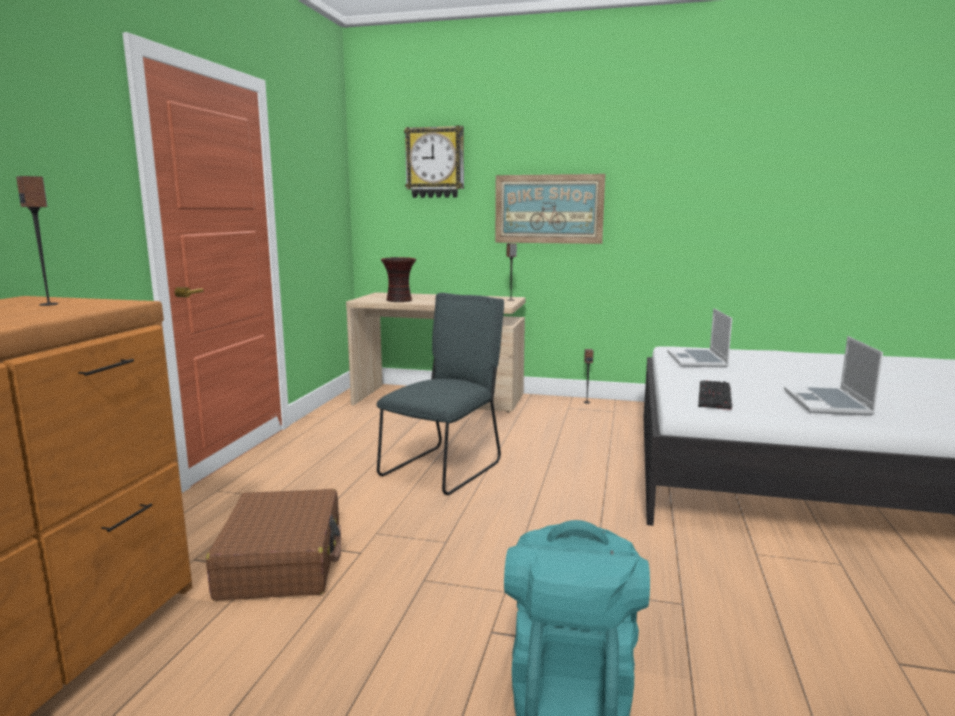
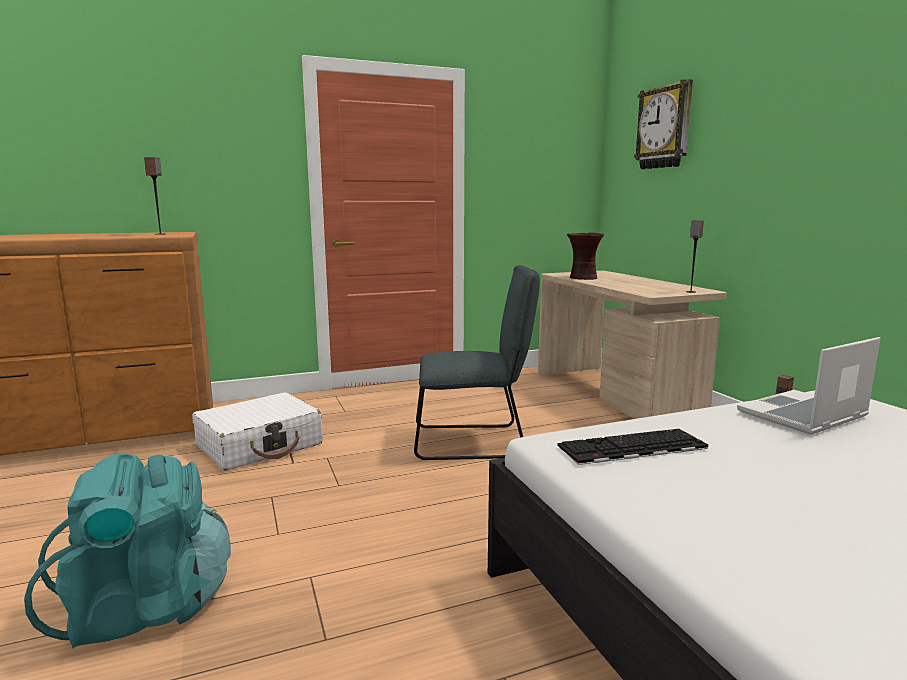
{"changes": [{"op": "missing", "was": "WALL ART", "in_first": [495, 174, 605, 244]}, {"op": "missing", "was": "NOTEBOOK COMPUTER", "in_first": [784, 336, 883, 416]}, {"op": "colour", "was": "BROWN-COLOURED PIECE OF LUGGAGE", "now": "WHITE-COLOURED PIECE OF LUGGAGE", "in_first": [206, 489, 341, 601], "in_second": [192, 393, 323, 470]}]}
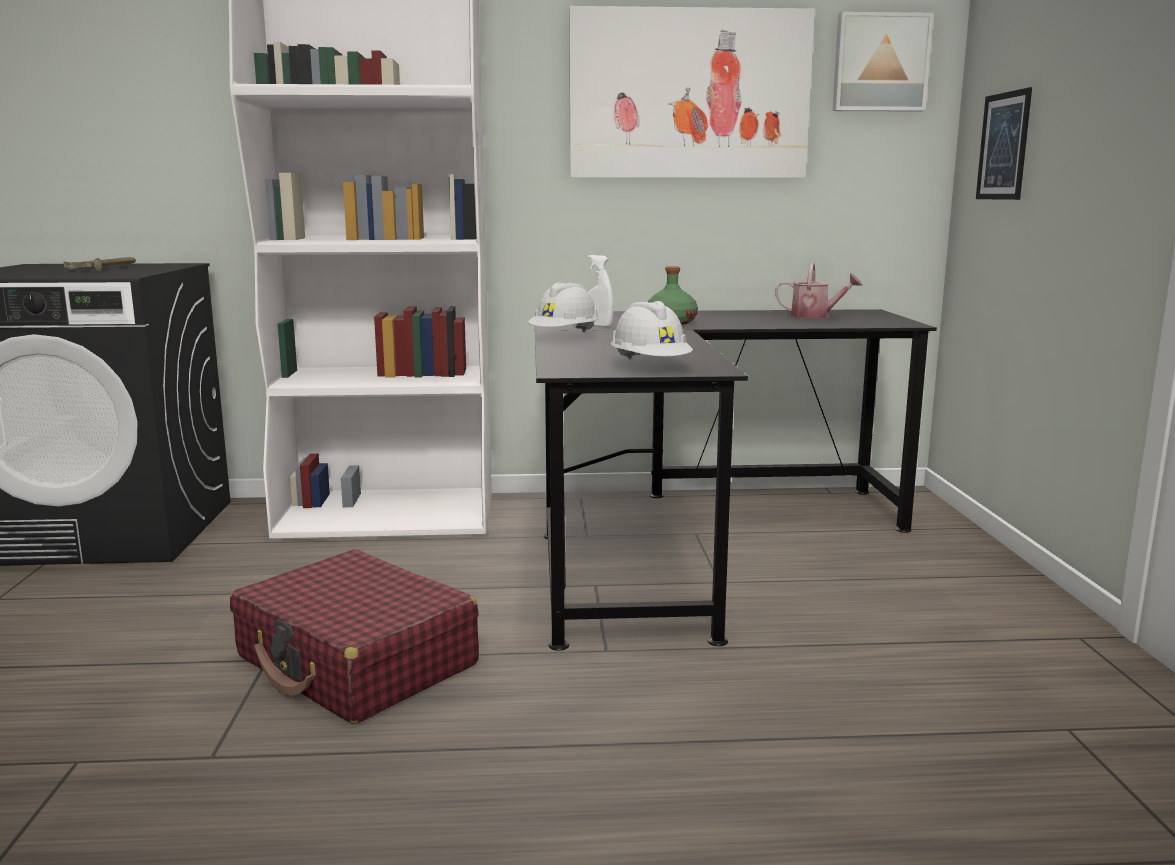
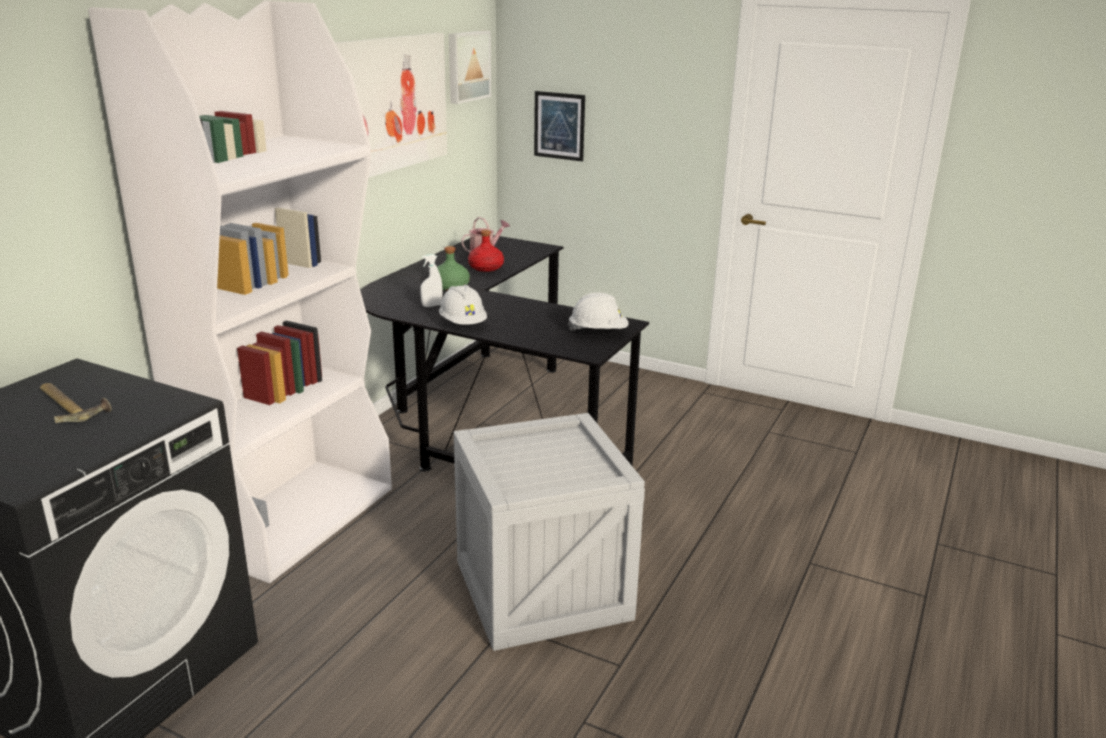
{"changes": [{"op": "appeared", "now": "REDDISH DRINK BOTTLE", "in_second": [468, 230, 504, 272]}, {"op": "exchanged", "was": "REDDISH PIECE OF LUGGAGE", "now": "PACKING CRATE", "in_first": [230, 550, 479, 724], "in_second": [454, 413, 645, 651]}]}
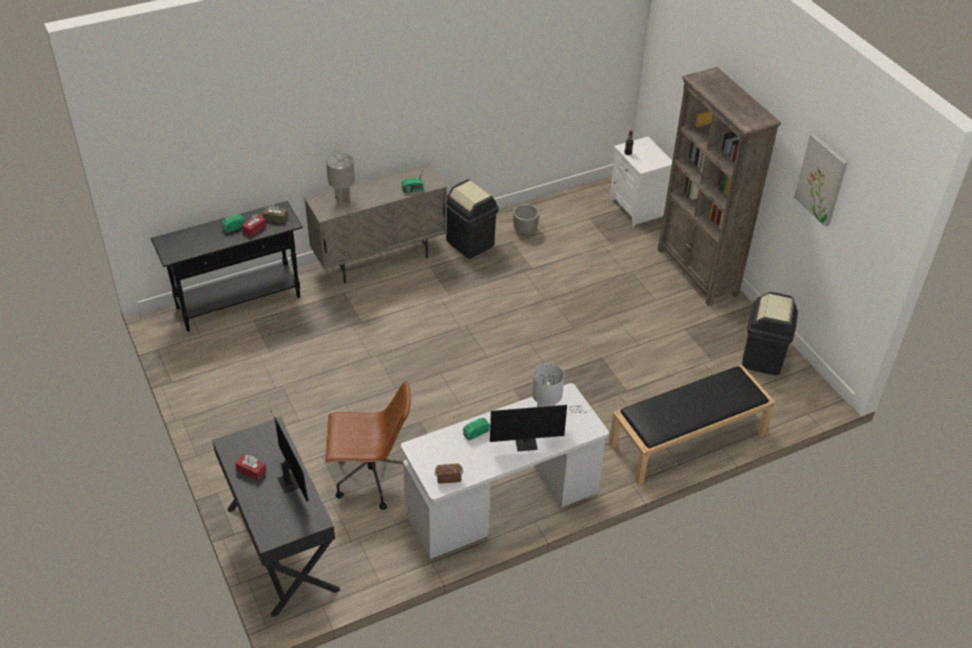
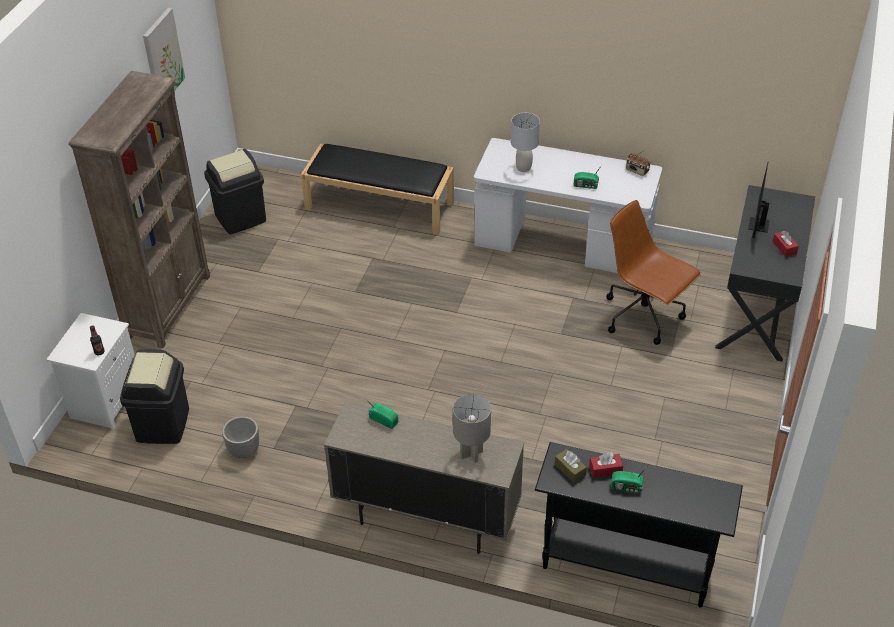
{"changes": [{"op": "missing", "was": "COMPUTER DISPLAY", "in_first": [490, 405, 590, 451]}, {"op": "relocated", "was": "BLACK WASTE BIN", "in_first": [446, 179, 499, 259], "in_second": [120, 349, 189, 444]}]}
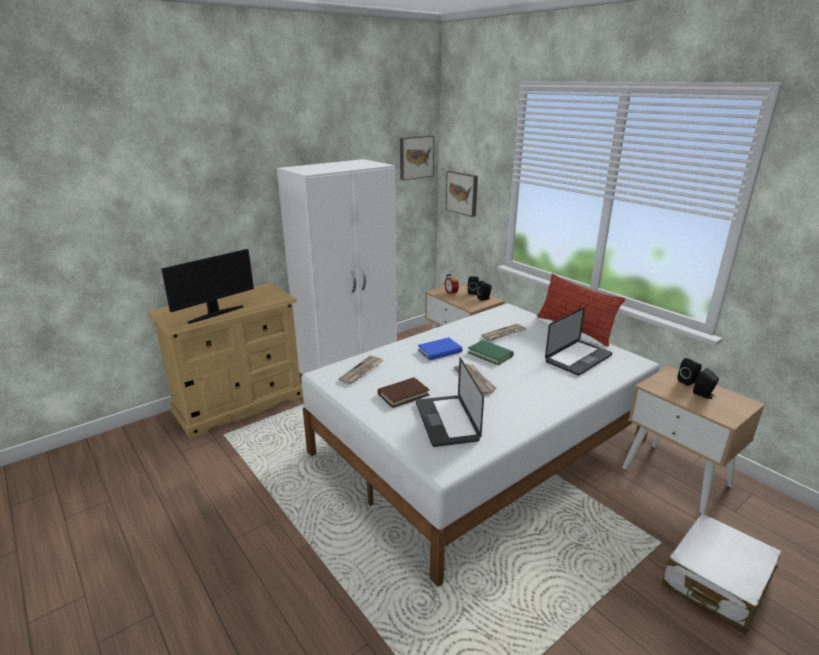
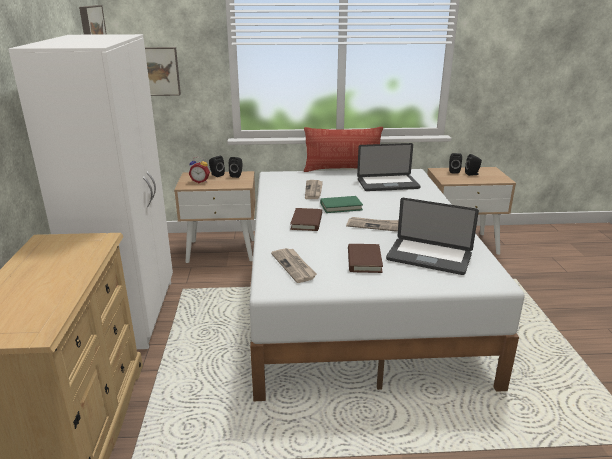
{"changes": [{"op": "missing", "was": "COMPUTER DISPLAY", "in_first": [161, 249, 254, 324]}, {"op": "missing", "was": "WHITE-COLOURED PIECE OF LUGGAGE", "in_first": [662, 513, 782, 634]}, {"op": "colour", "was": "BLUE VOLUME", "now": "BROWN-COLOURED VOLUME", "in_first": [418, 337, 462, 360], "in_second": [290, 208, 322, 231]}, {"op": "spun", "was": "NOTEBOOK COMPUTER", "in_first": [545, 307, 612, 376], "in_second": [357, 143, 420, 191], "clockwise": 90}]}
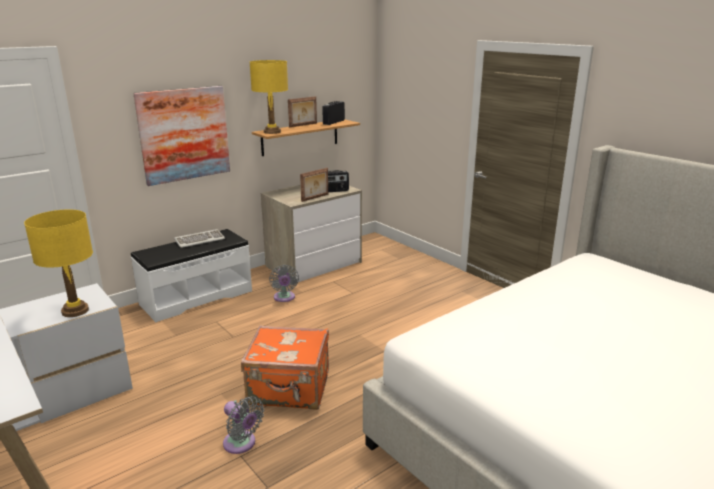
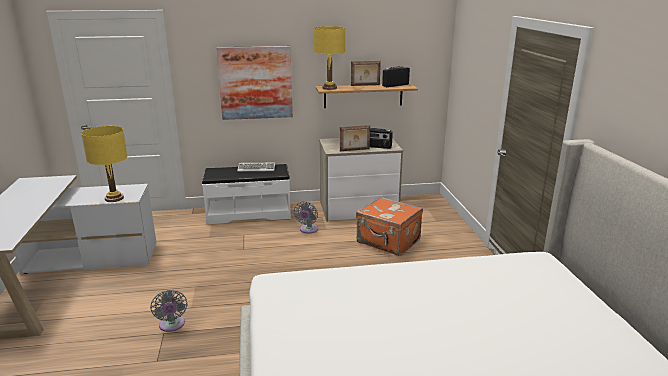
{"changes": [{"op": "relocated", "was": "ORANGE PIECE OF LUGGAGE", "in_first": [241, 325, 329, 410], "in_second": [356, 197, 423, 256]}]}
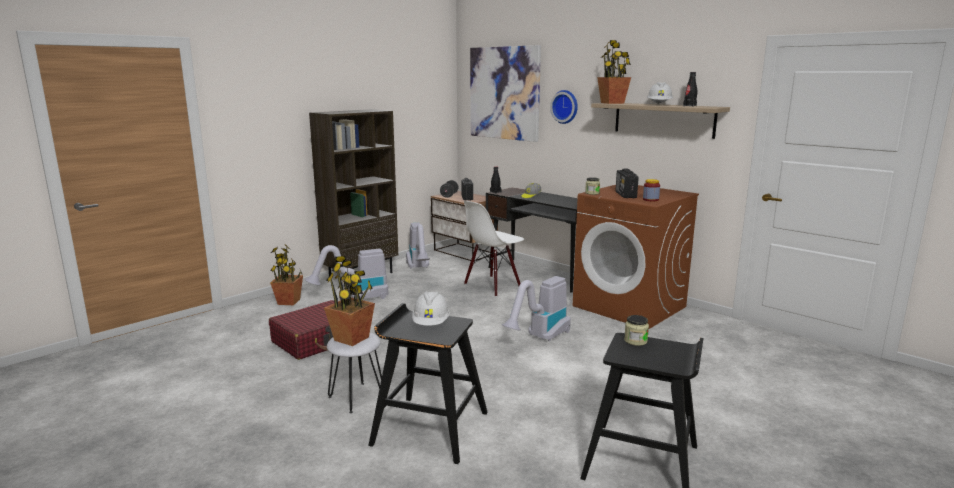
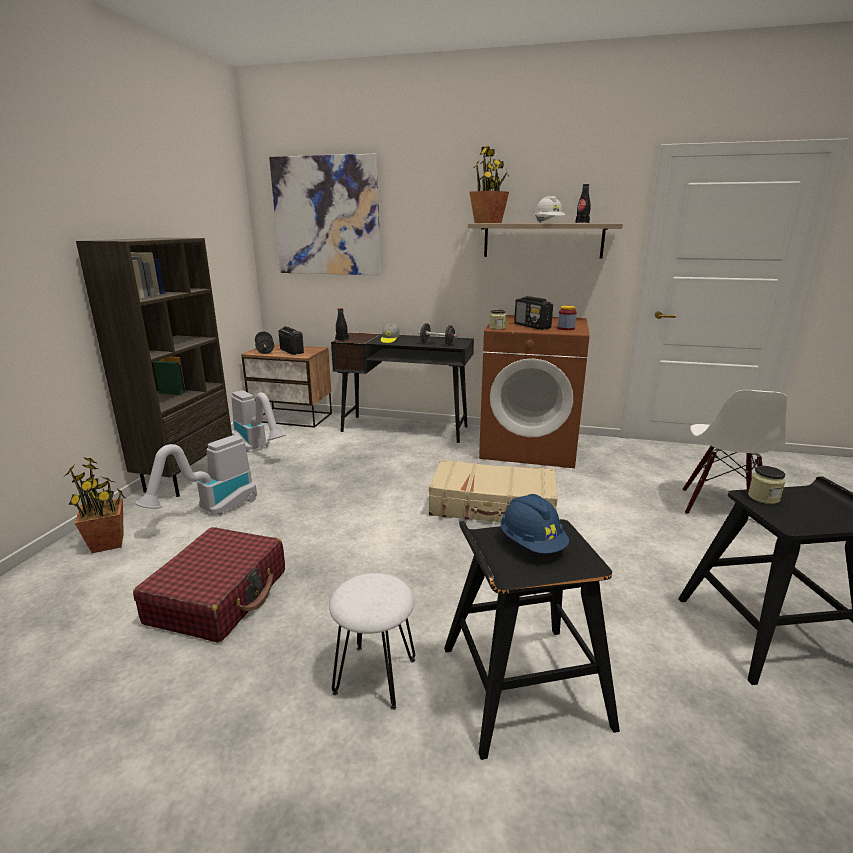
{"changes": [{"op": "missing", "was": "POTTED PLANT", "in_first": [324, 256, 375, 346]}, {"op": "missing", "was": "CLOCK ON THE WALL", "in_first": [550, 90, 578, 124]}, {"op": "appeared", "now": "BLACK FREE WEIGHT", "in_second": [418, 323, 457, 345]}, {"op": "relocated", "was": "WHITE-COLOURED UPRIGHT CHAIR", "in_first": [464, 201, 524, 297], "in_second": [682, 390, 787, 514]}, {"op": "exchanged", "was": "VACUUM", "now": "BEIGE-COLOURED PIECE OF LUGGAGE", "in_first": [502, 276, 571, 341], "in_second": [429, 460, 558, 522]}, {"op": "colour", "was": "WHITE-COLOURED WORK HELMET", "now": "BLUE WORK HELMET", "in_first": [412, 292, 450, 326], "in_second": [501, 494, 569, 554]}]}
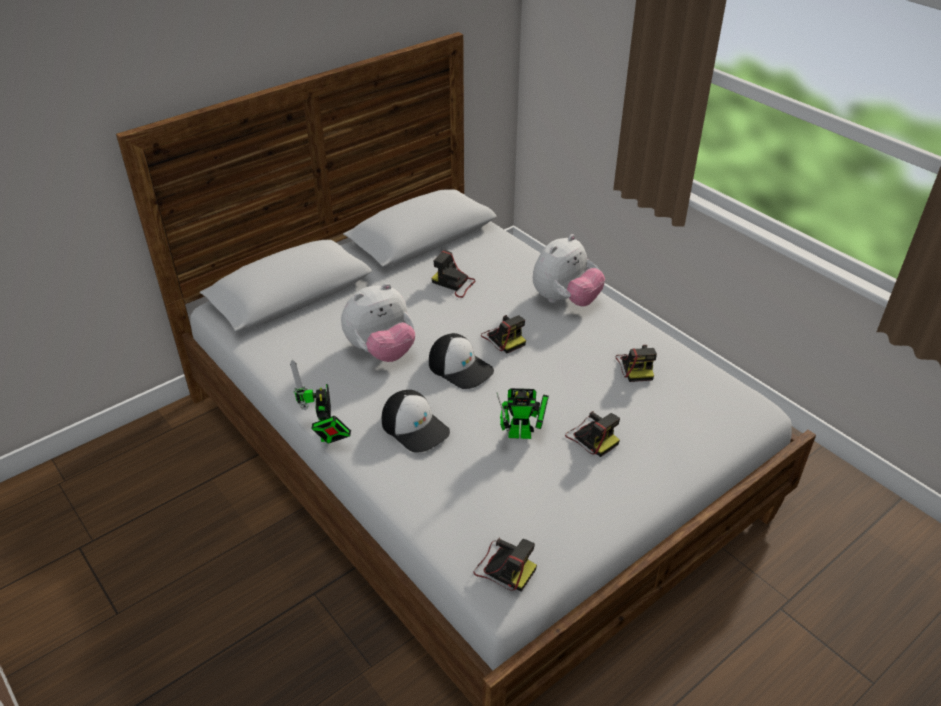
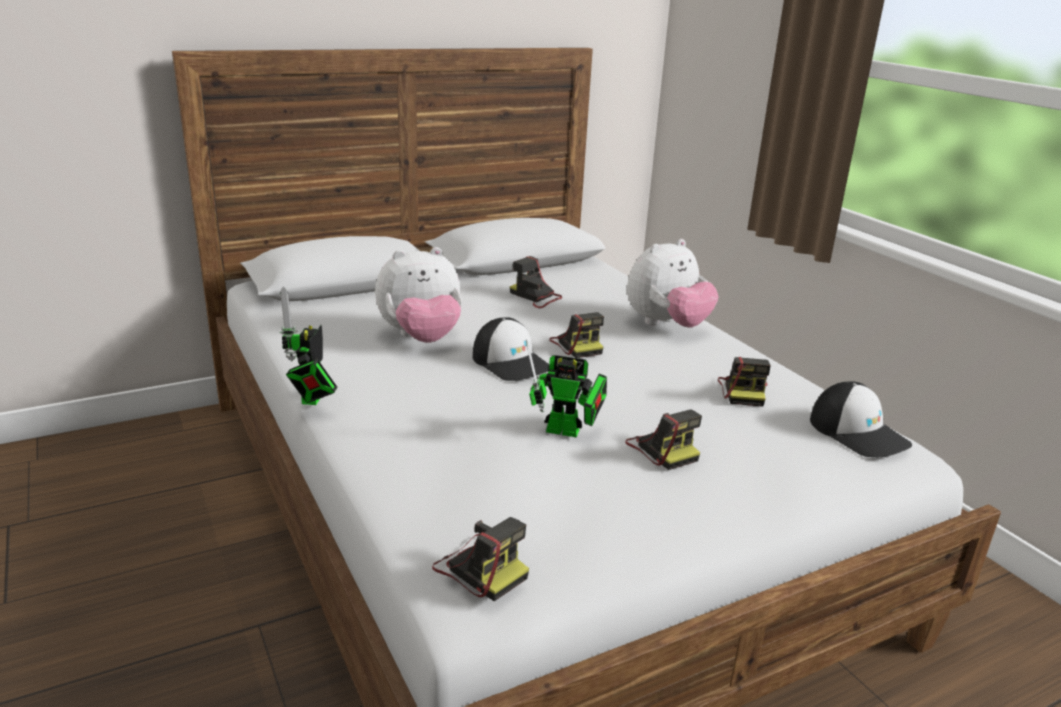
{"changes": [{"op": "relocated", "was": "PEAKED CAP", "in_first": [382, 390, 450, 452], "in_second": [810, 381, 912, 457]}]}
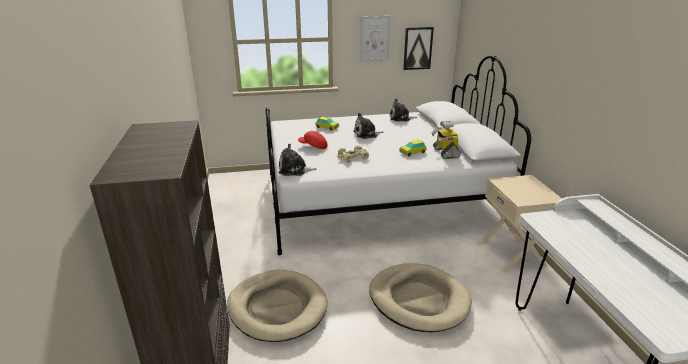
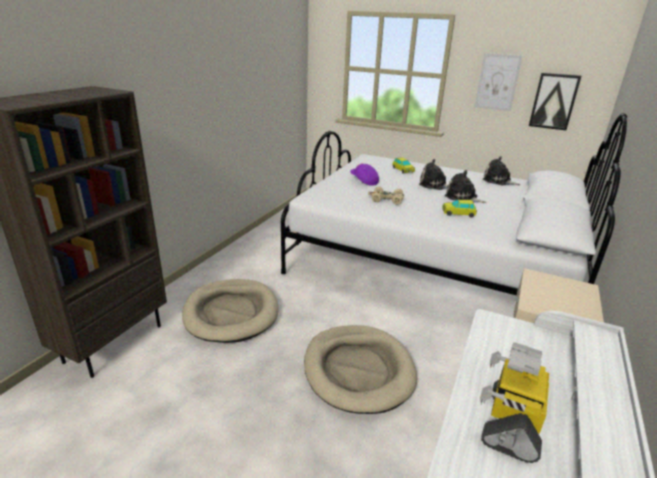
{"changes": [{"op": "relocated", "was": "CUDDLY TOY", "in_first": [279, 144, 317, 176], "in_second": [445, 170, 486, 203]}, {"op": "relocated", "was": "MODEL ROBOT", "in_first": [432, 121, 461, 159], "in_second": [480, 342, 549, 463]}, {"op": "colour", "was": "REDDISH PEAKED CAP", "now": "PURPLE PEAKED CAP", "in_first": [298, 131, 327, 149], "in_second": [350, 163, 379, 186]}]}
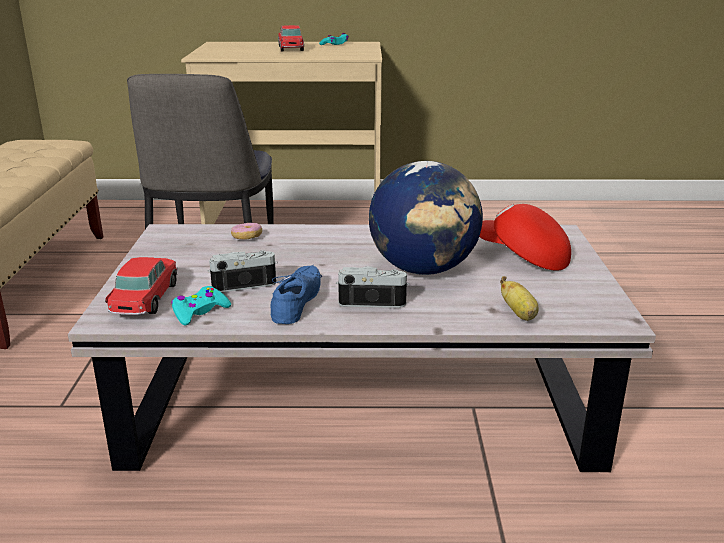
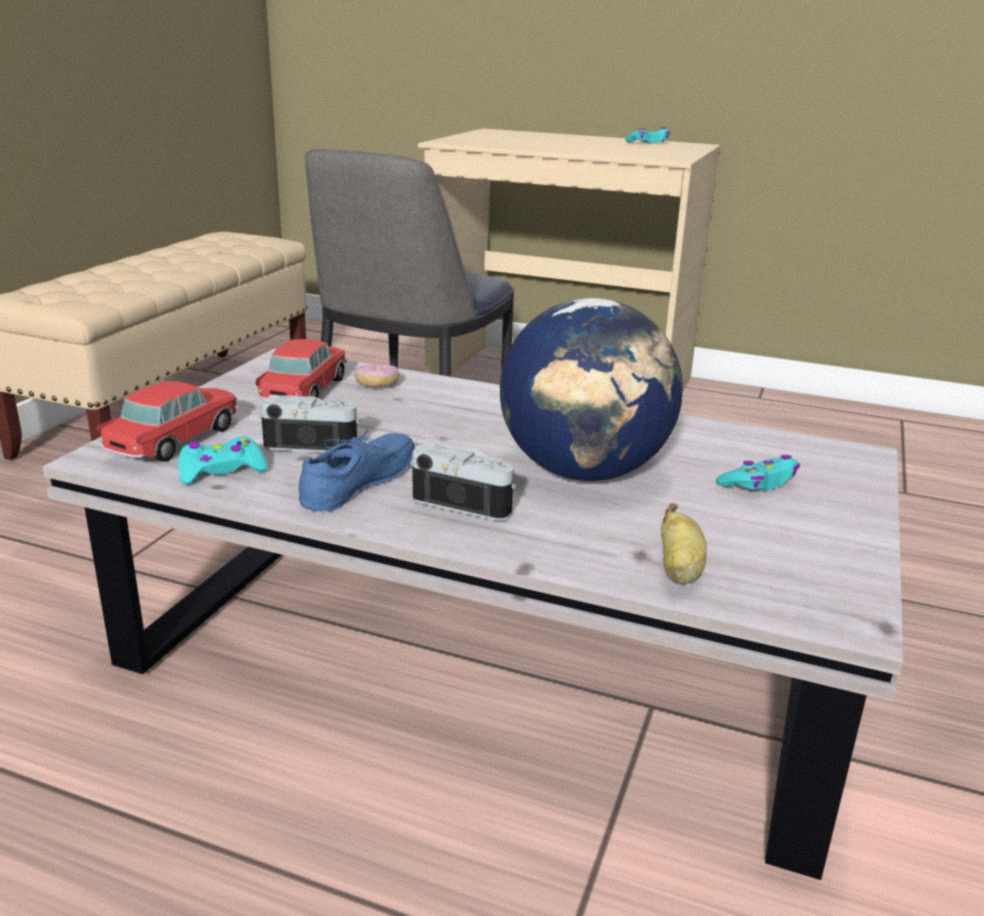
{"changes": [{"op": "relocated", "was": "MODEL CAR", "in_first": [278, 25, 304, 52], "in_second": [256, 339, 347, 399]}, {"op": "exchanged", "was": "REDDISH PEAKED CAP", "now": "TURQUOISE JOYPAD", "in_first": [479, 204, 571, 271], "in_second": [716, 455, 800, 490]}]}
